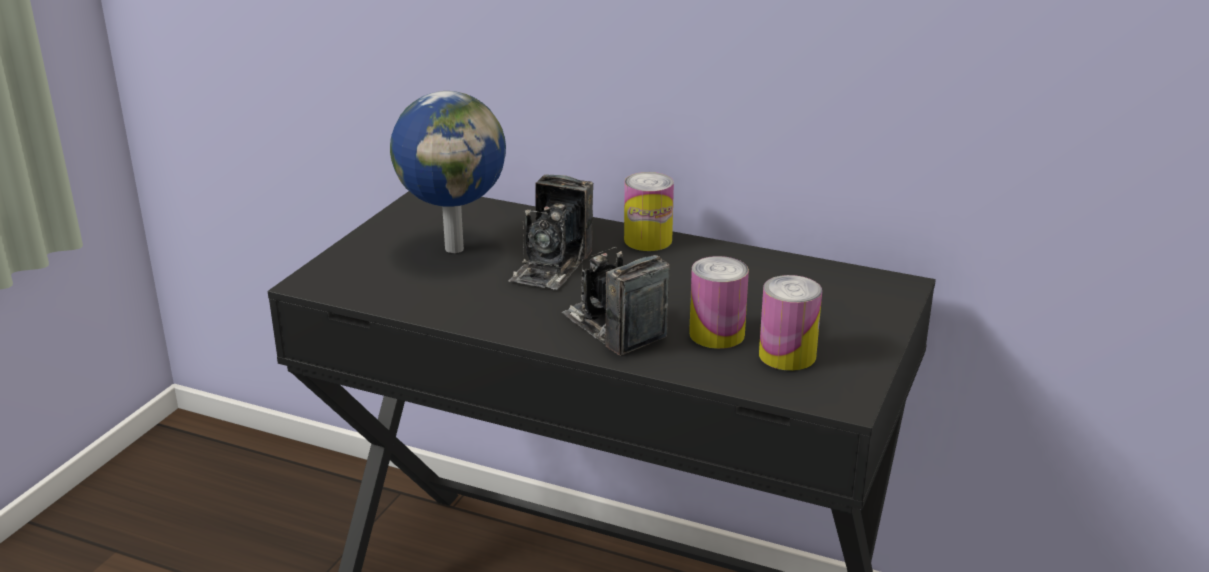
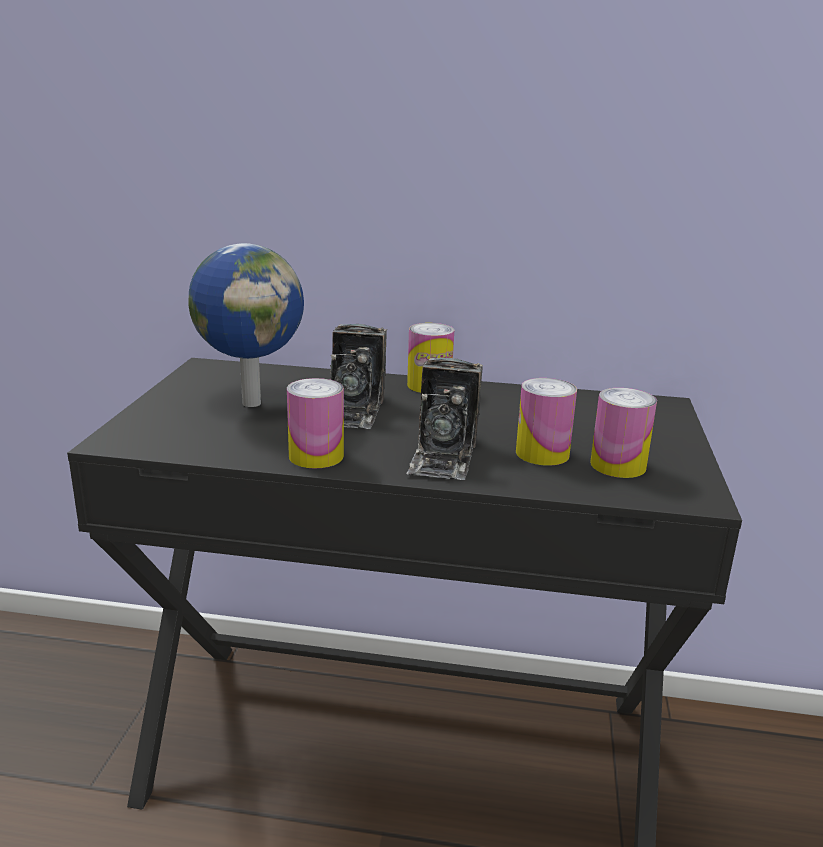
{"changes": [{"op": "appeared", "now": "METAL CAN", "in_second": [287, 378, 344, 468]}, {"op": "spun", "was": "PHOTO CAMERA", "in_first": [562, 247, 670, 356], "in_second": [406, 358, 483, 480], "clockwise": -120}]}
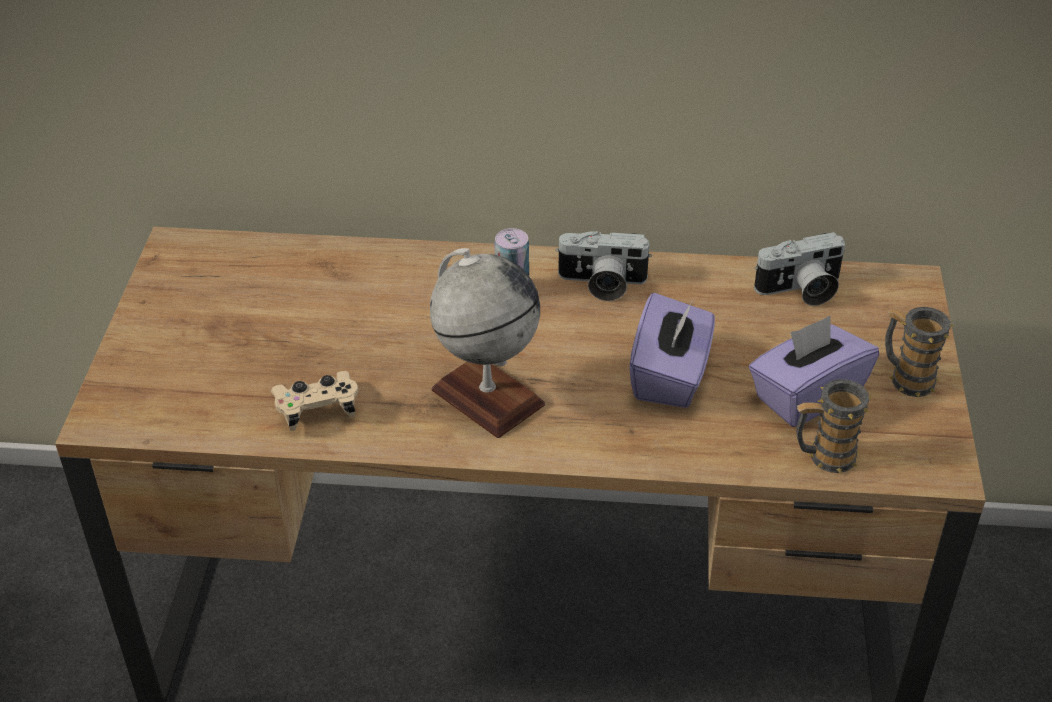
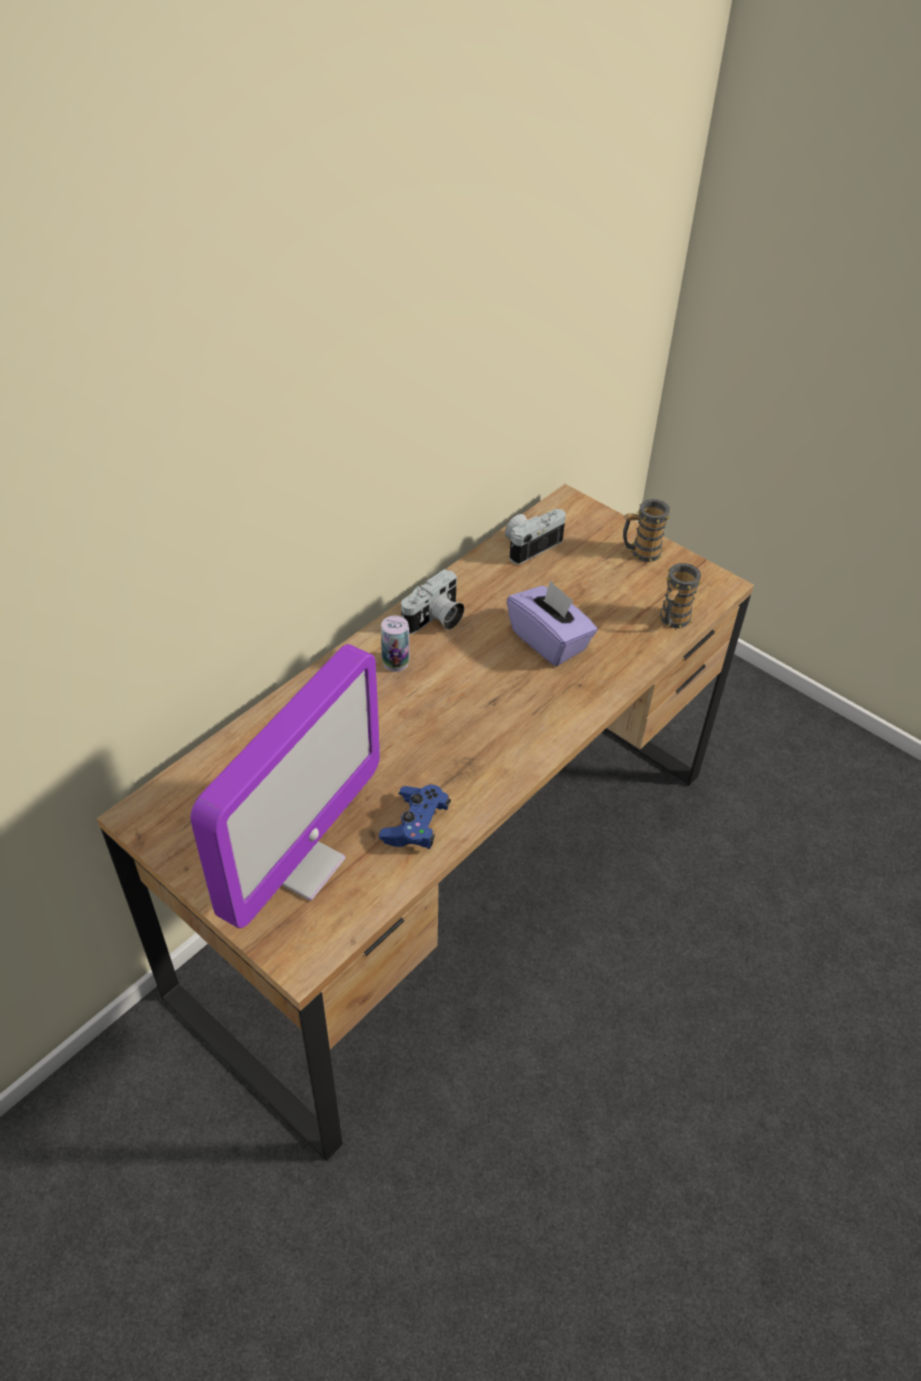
{"changes": [{"op": "missing", "was": "DESK GLOBE", "in_first": [430, 248, 545, 438]}, {"op": "missing", "was": "PURPLE TISSUE HOLDER", "in_first": [749, 316, 879, 427]}, {"op": "appeared", "now": "COMPUTER DISPLAY", "in_second": [190, 644, 380, 928]}, {"op": "colour", "was": "BEIGE-COLOURED JOYPAD", "now": "BLUE JOYPAD", "in_first": [271, 371, 358, 431], "in_second": [379, 785, 451, 849]}, {"op": "spun", "was": "PHOTO CAMERA", "in_first": [754, 232, 845, 306], "in_second": [505, 509, 566, 565], "clockwise": -150}]}
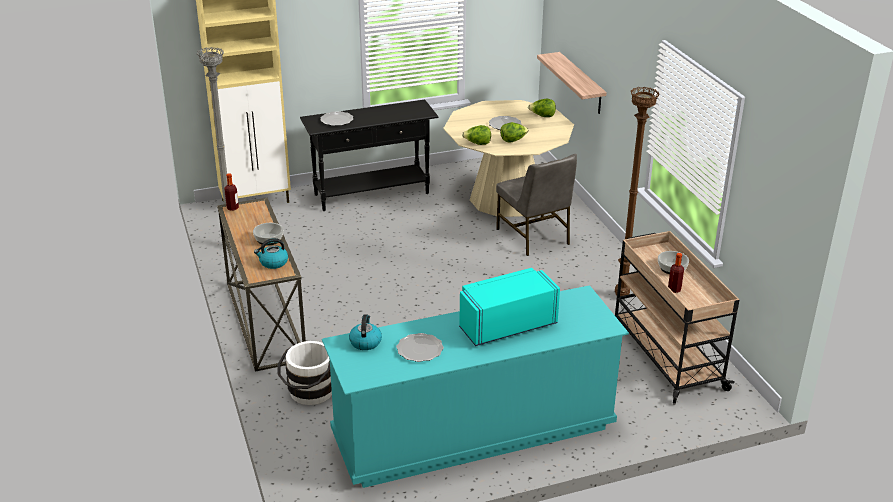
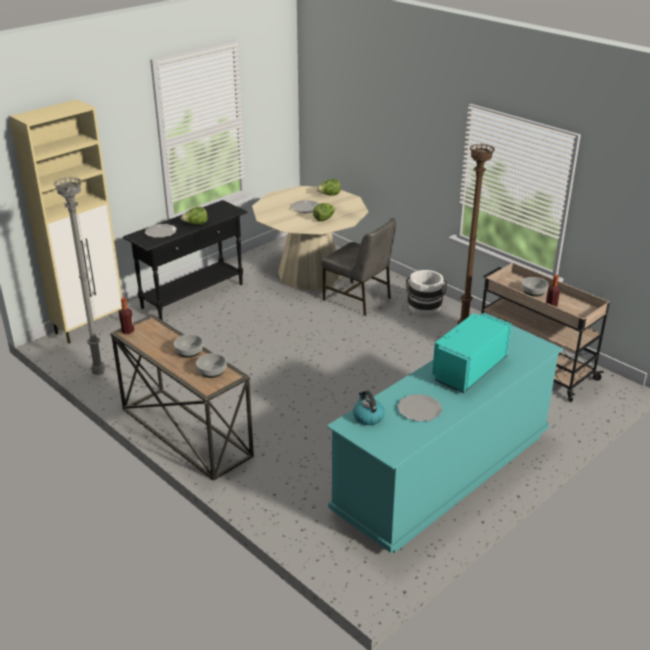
{"changes": [{"op": "missing", "was": "BRACKET SHELF", "in_first": [537, 52, 607, 114]}, {"op": "relocated", "was": "WHITE-COLOURED PAIL", "in_first": [278, 341, 332, 405], "in_second": [406, 270, 447, 315]}, {"op": "relocated", "was": "HEAD OF LETTUCE", "in_first": [462, 125, 491, 145], "in_second": [181, 207, 208, 225]}, {"op": "exchanged", "was": "WATER KETTLE", "now": "DEEP DISH", "in_first": [254, 238, 288, 269], "in_second": [196, 353, 227, 378]}]}
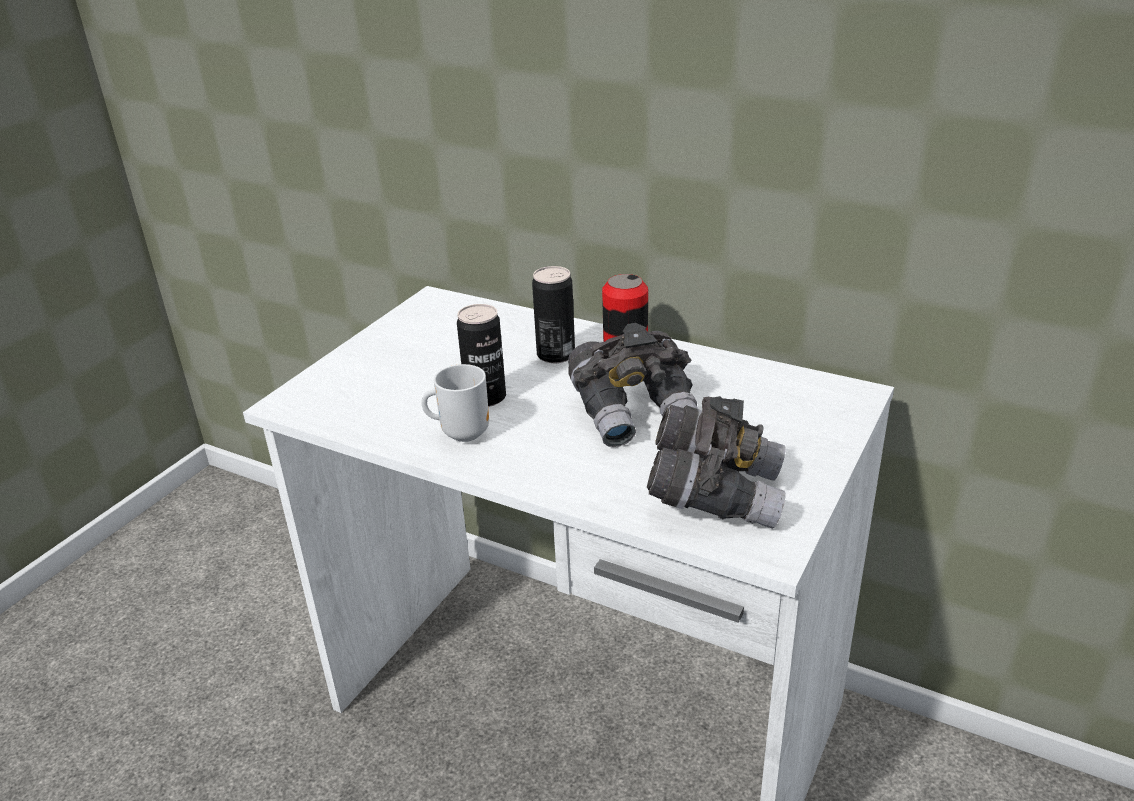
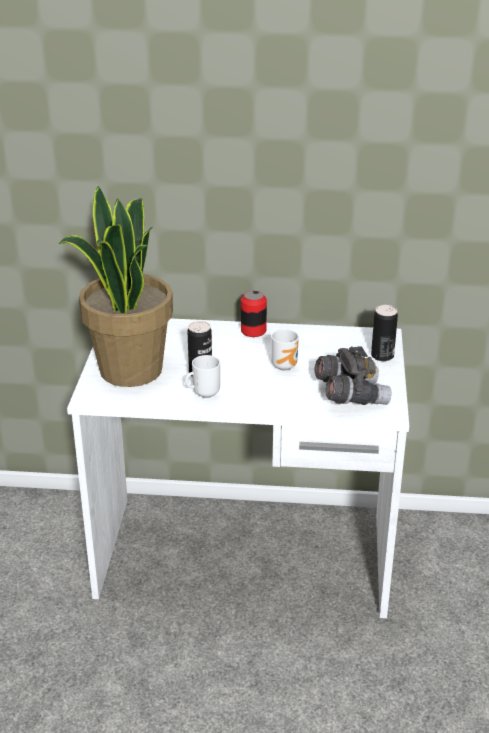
{"changes": [{"op": "appeared", "now": "POTTED PLANT", "in_second": [58, 186, 173, 387]}, {"op": "relocated", "was": "METAL CAN", "in_first": [532, 266, 575, 363], "in_second": [371, 305, 398, 361]}, {"op": "exchanged", "was": "GRAY BINOCULARS", "now": "TEA MUG", "in_first": [568, 323, 698, 447], "in_second": [271, 329, 299, 371]}]}
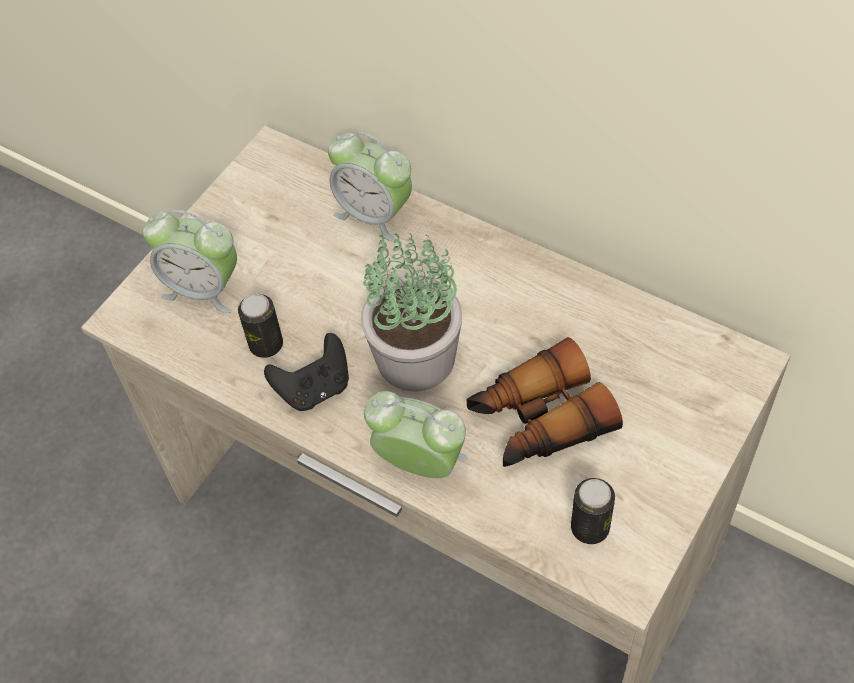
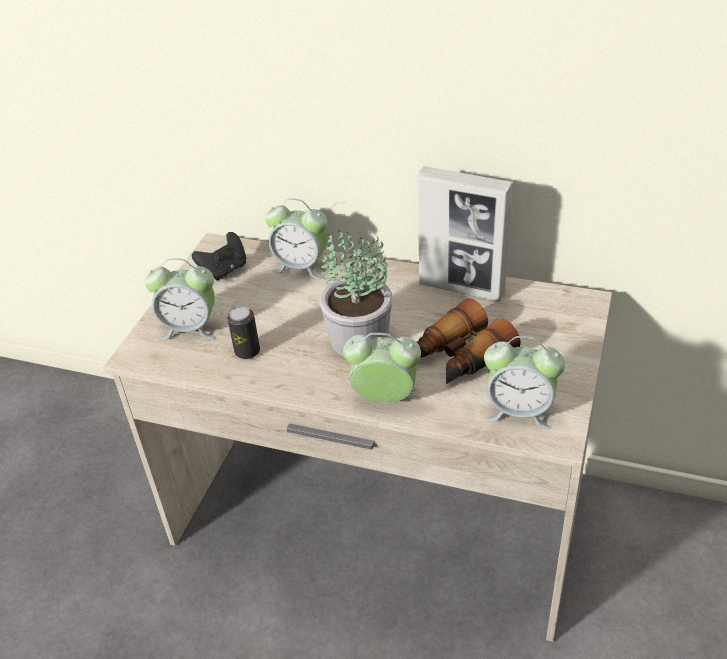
{"changes": [{"op": "appeared", "now": "STANDING FRAME", "in_second": [418, 166, 513, 302]}, {"op": "relocated", "was": "BLACK JOYPAD", "in_first": [264, 333, 349, 411], "in_second": [192, 232, 246, 281]}, {"op": "exchanged", "was": "METAL CAN", "now": "BEDSIDE CLOCK", "in_first": [571, 478, 615, 544], "in_second": [484, 336, 565, 429]}]}
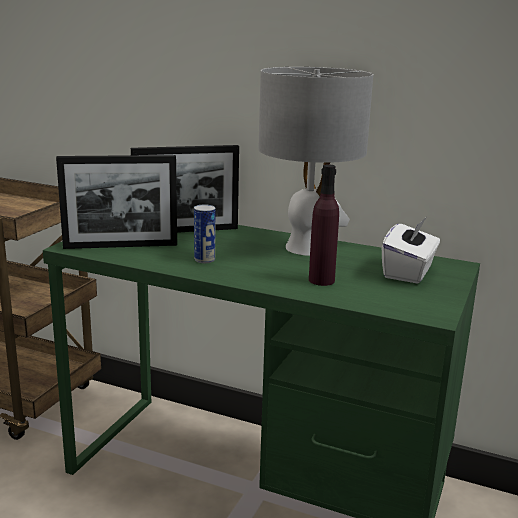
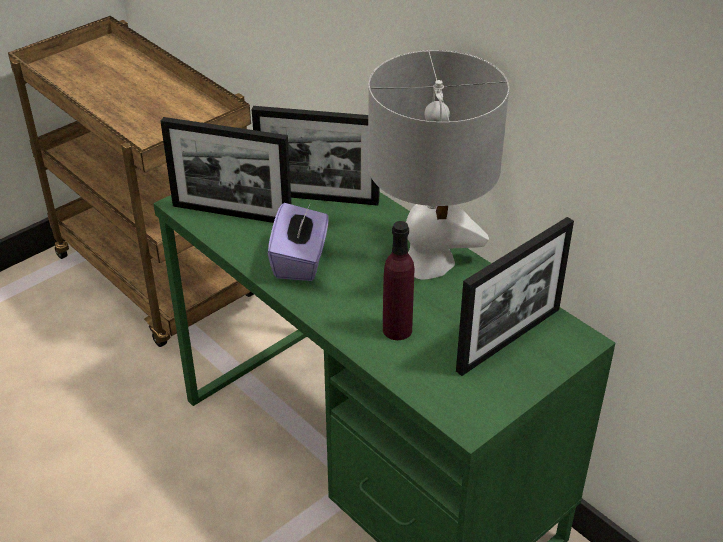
{"changes": [{"op": "exchanged", "was": "METAL CAN", "now": "PURPLE TISSUE HOLDER", "in_first": [194, 205, 216, 263], "in_second": [268, 203, 328, 281]}, {"op": "exchanged", "was": "WHITE-COLOURED TISSUE HOLDER", "now": "STANDING FRAME", "in_first": [382, 218, 440, 284], "in_second": [456, 217, 574, 376]}]}
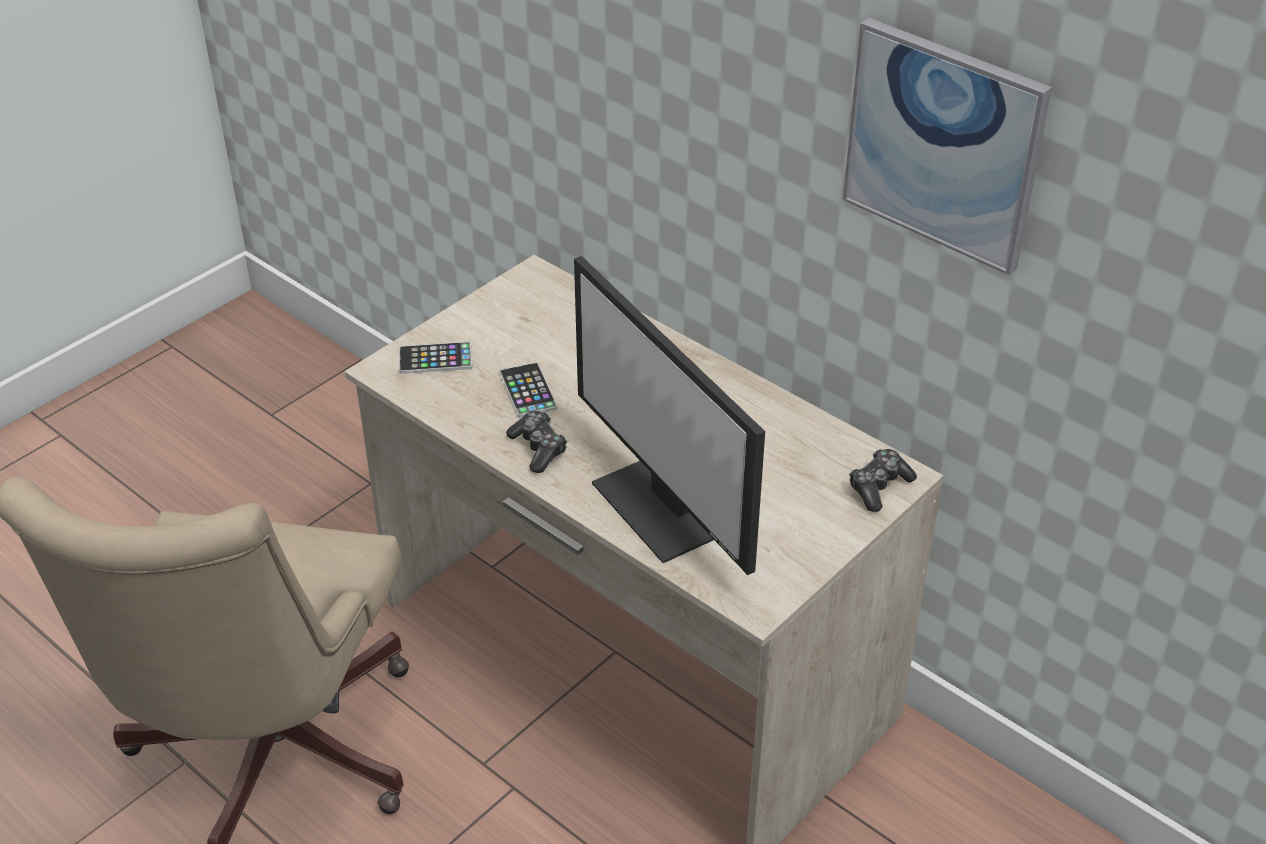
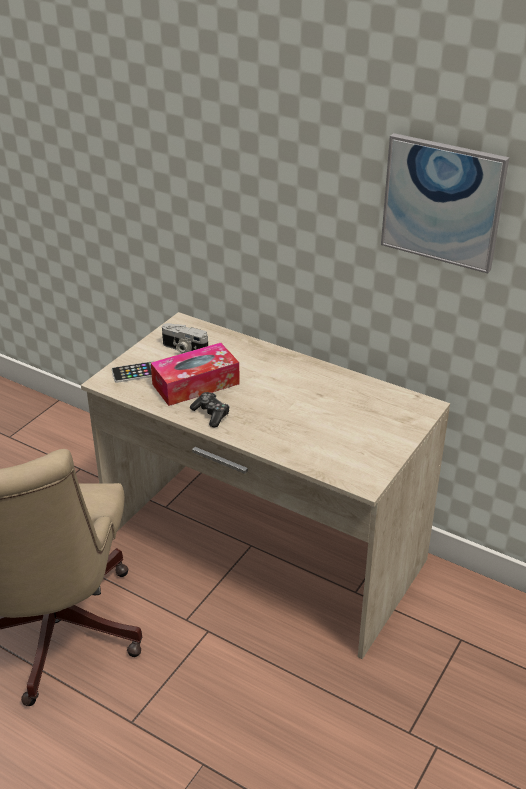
{"changes": [{"op": "missing", "was": "COMPUTER DISPLAY", "in_first": [574, 256, 765, 575]}, {"op": "missing", "was": "JOYPAD", "in_first": [849, 449, 917, 512]}, {"op": "appeared", "now": "PHOTO CAMERA", "in_second": [162, 323, 208, 354]}, {"op": "exchanged", "was": "HANDSET", "now": "TISSUE HOLDER", "in_first": [500, 362, 557, 417], "in_second": [151, 343, 240, 406]}]}
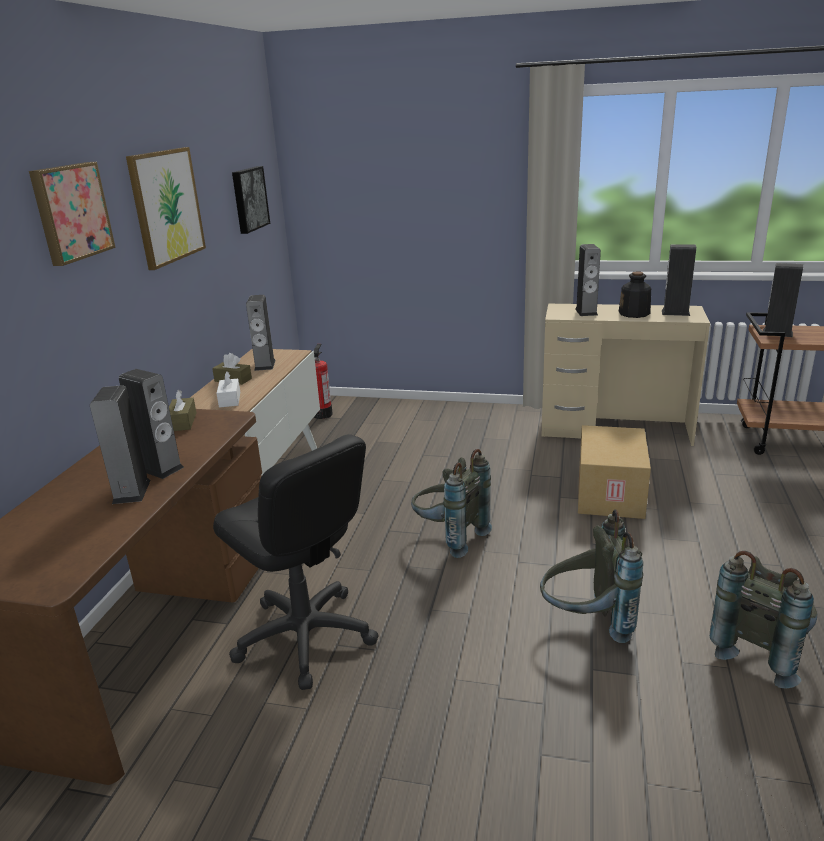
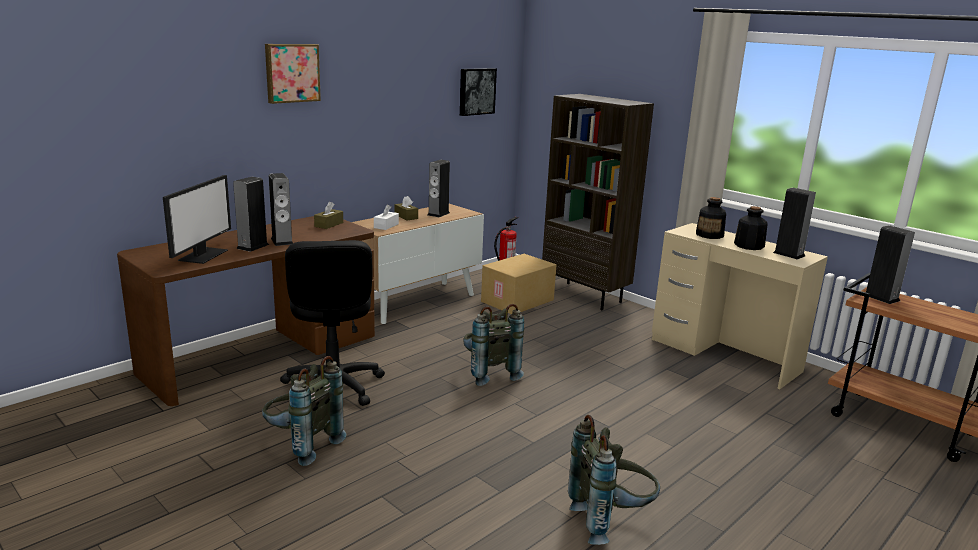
{"changes": [{"op": "missing", "was": "WALL ART", "in_first": [126, 147, 206, 270]}, {"op": "appeared", "now": "COMPUTER DISPLAY", "in_second": [163, 175, 231, 264]}, {"op": "appeared", "now": "BROWN-COLOURED BOOKCASE", "in_second": [542, 94, 654, 310]}, {"op": "relocated", "was": "GRAY RUCKSACK", "in_first": [540, 509, 643, 643], "in_second": [262, 356, 346, 466]}, {"op": "relocated", "was": "CARDBOARD BOX", "in_first": [578, 425, 651, 519], "in_second": [481, 254, 557, 314]}, {"op": "exchanged", "was": "LOUDSPEAKER", "now": "DRINK BOTTLE", "in_first": [575, 244, 601, 316], "in_second": [696, 197, 726, 239]}]}
